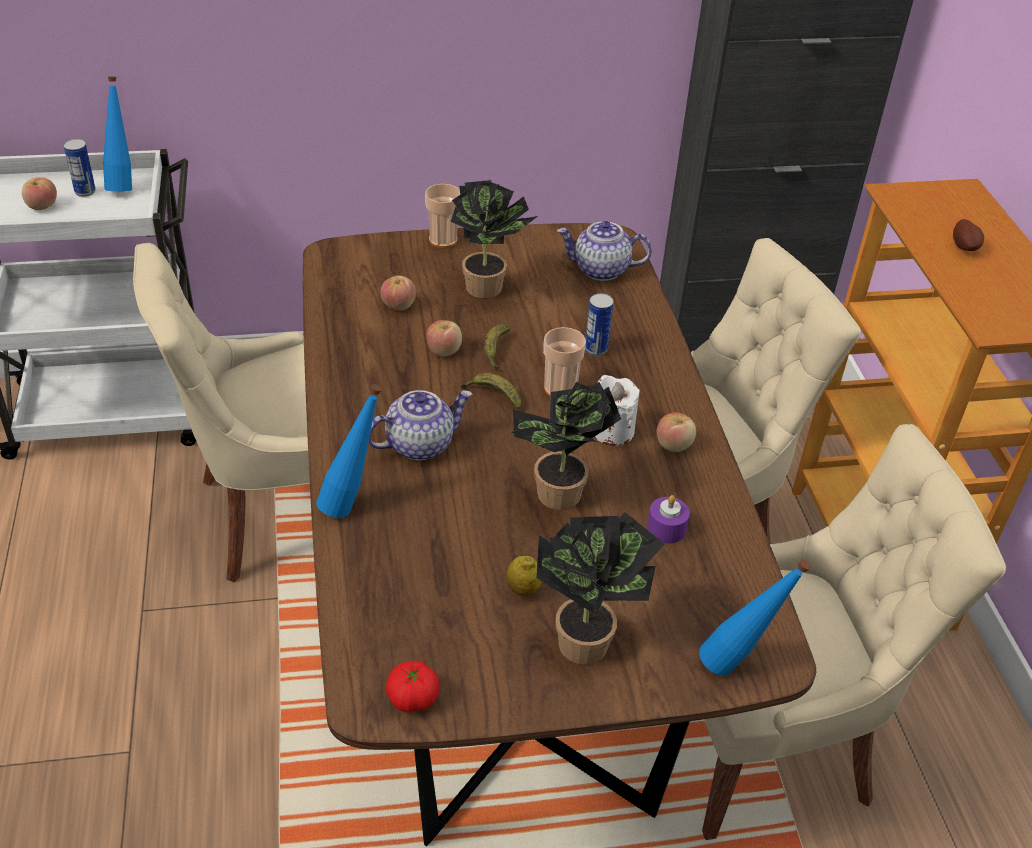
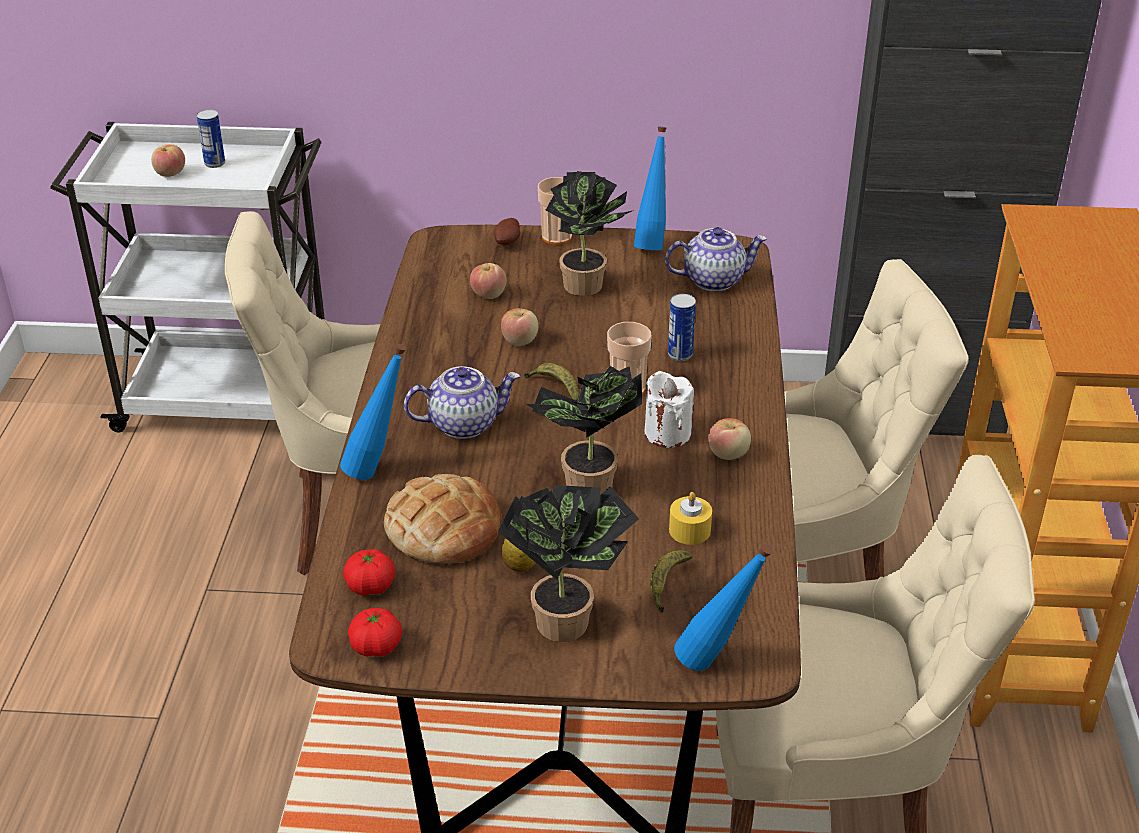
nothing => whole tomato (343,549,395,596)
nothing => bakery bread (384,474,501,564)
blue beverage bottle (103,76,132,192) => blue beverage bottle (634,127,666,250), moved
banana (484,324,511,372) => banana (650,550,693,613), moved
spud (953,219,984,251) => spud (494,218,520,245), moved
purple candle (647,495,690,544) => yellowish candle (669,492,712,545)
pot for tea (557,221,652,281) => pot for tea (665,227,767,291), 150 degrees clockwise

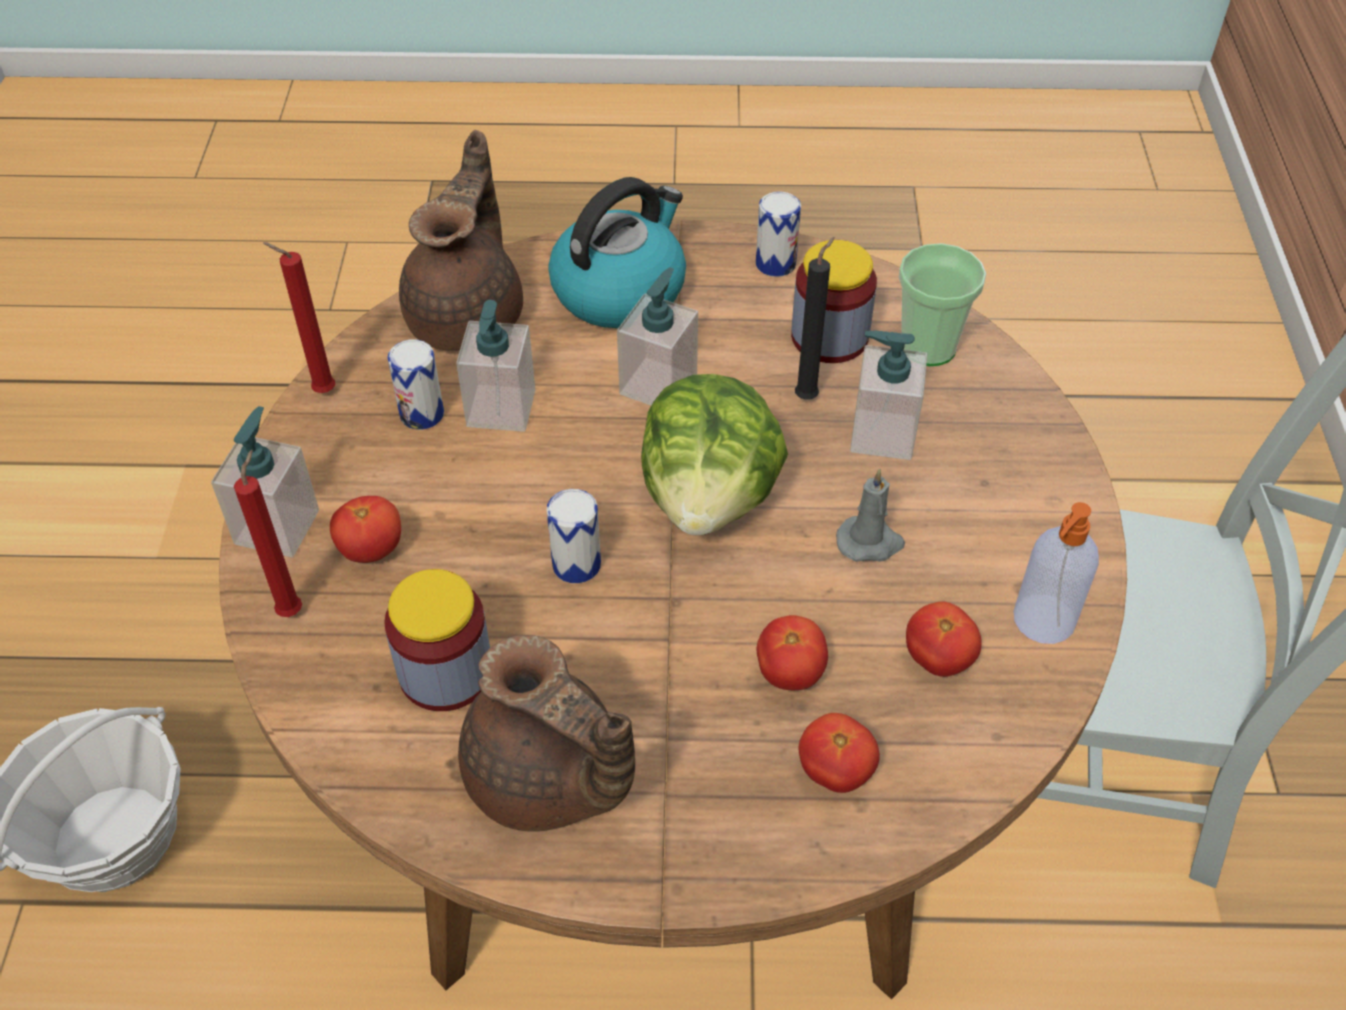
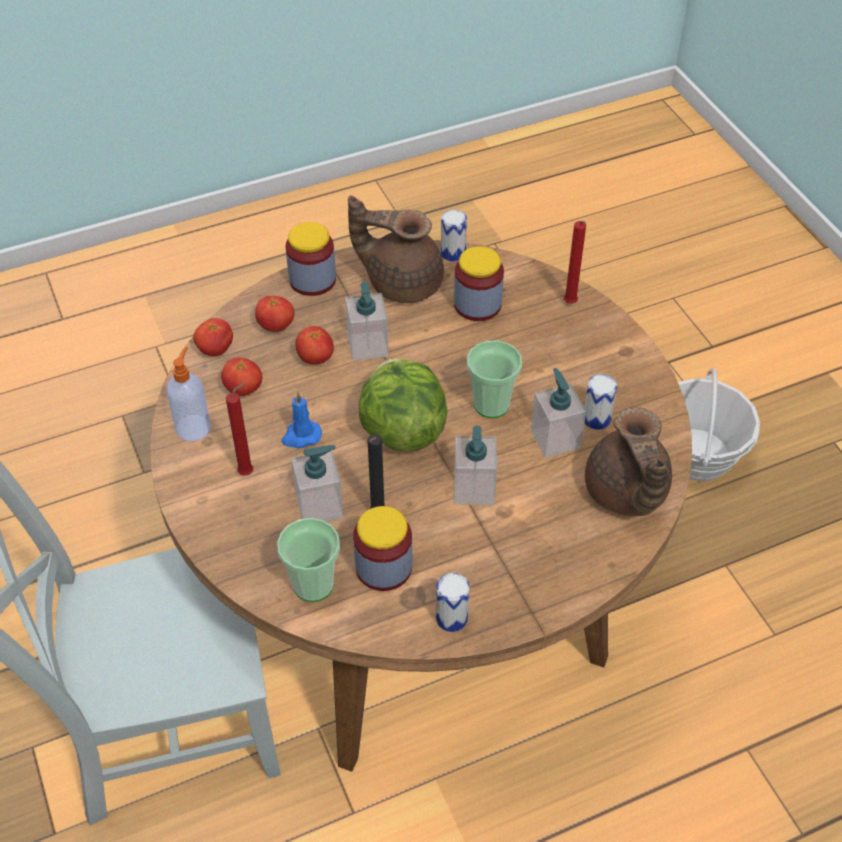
kettle (548,177,686,328) => nothing
nothing => preserve jar (285,222,336,296)
nothing => small cup (467,340,522,418)
soap bottle (211,406,319,557) => soap bottle (345,282,388,361), moved
reddish candle (263,242,335,393) => reddish candle (226,383,253,475), moved
whole tomato (330,496,401,563) => whole tomato (193,318,233,356), moved
metal can (546,489,601,583) => metal can (441,210,467,262), moved
grey candle (836,468,905,562) => blue candle (282,392,322,448)

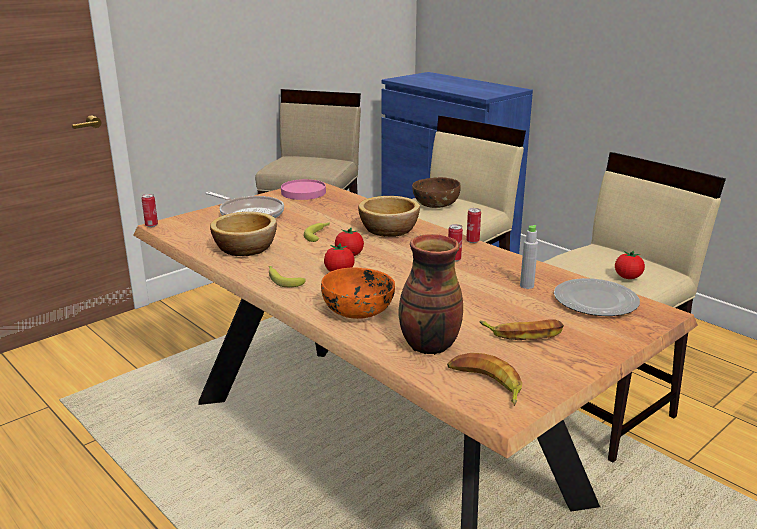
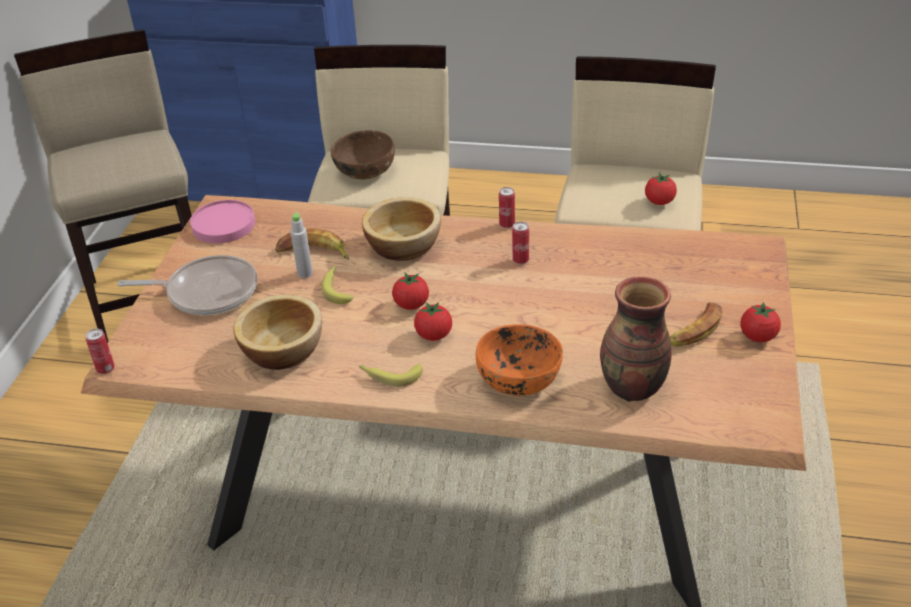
plate (554,278,640,316) => nothing
nothing => whole tomato (740,302,781,342)
banana (447,353,523,406) => banana (275,228,349,260), moved
grey beverage bottle (520,225,538,289) => grey beverage bottle (290,212,313,278), moved

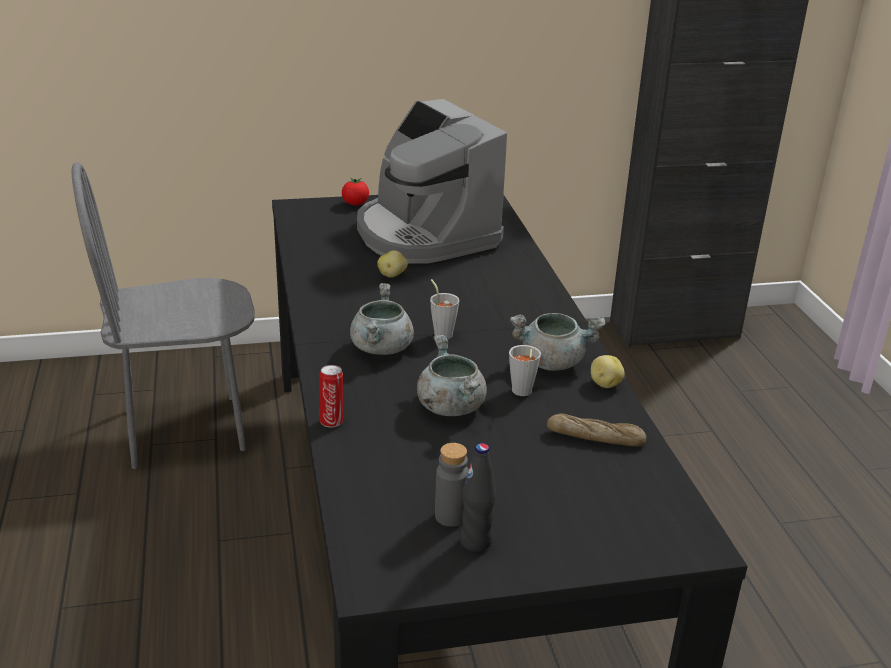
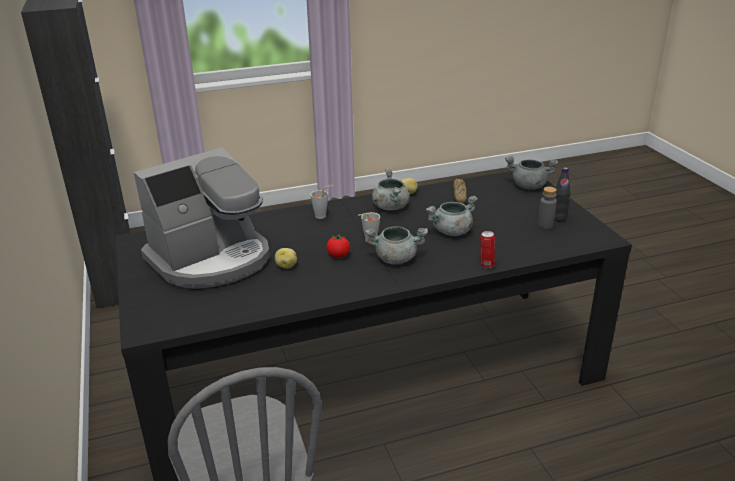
nothing => grey stockpot (505,156,558,190)
whole tomato (342,178,369,205) => whole tomato (326,234,350,258), moved
grey small cup (509,345,541,396) => grey small cup (310,186,334,219), moved

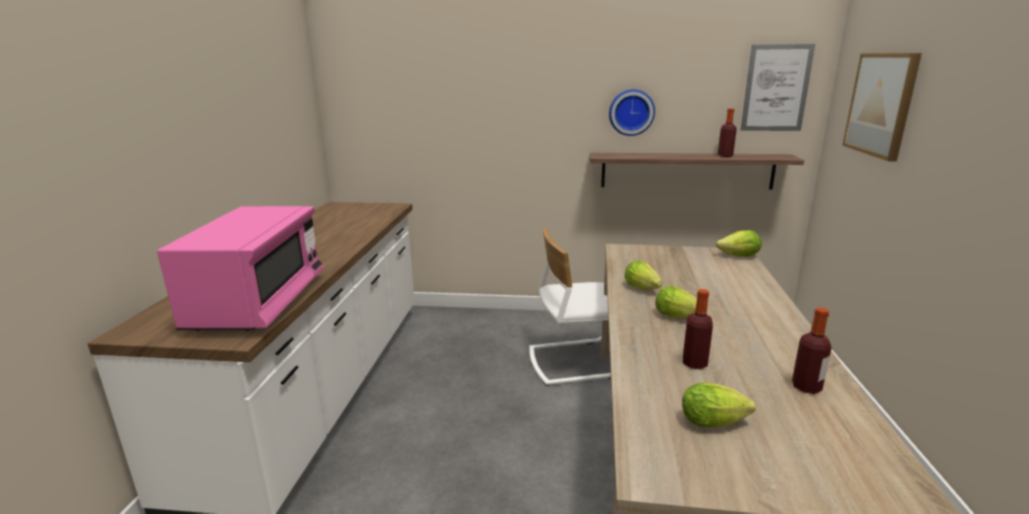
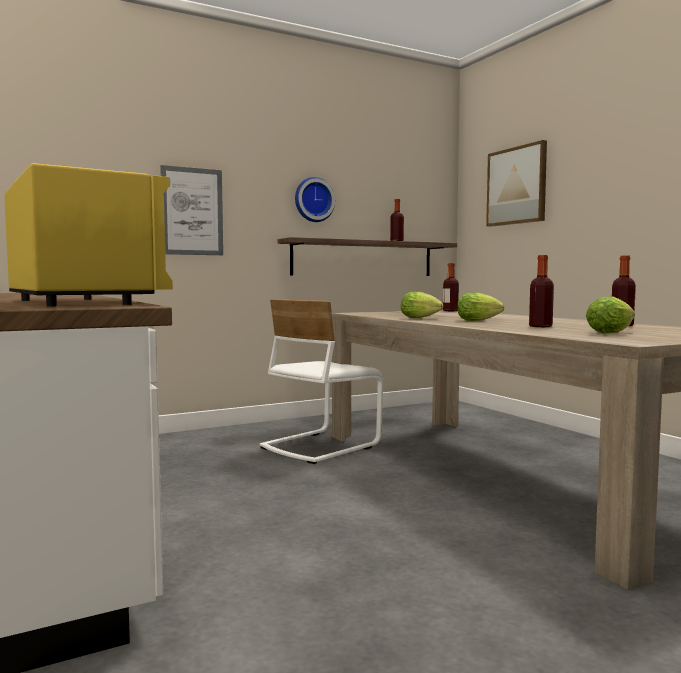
wall picture (741,44,815,131) => wall picture (160,165,223,255), moved
lettuce head (716,230,762,257) => beverage bottle (443,263,459,311)
pinkish microwave oven (157,206,323,331) => yellowish microwave oven (4,163,173,307)

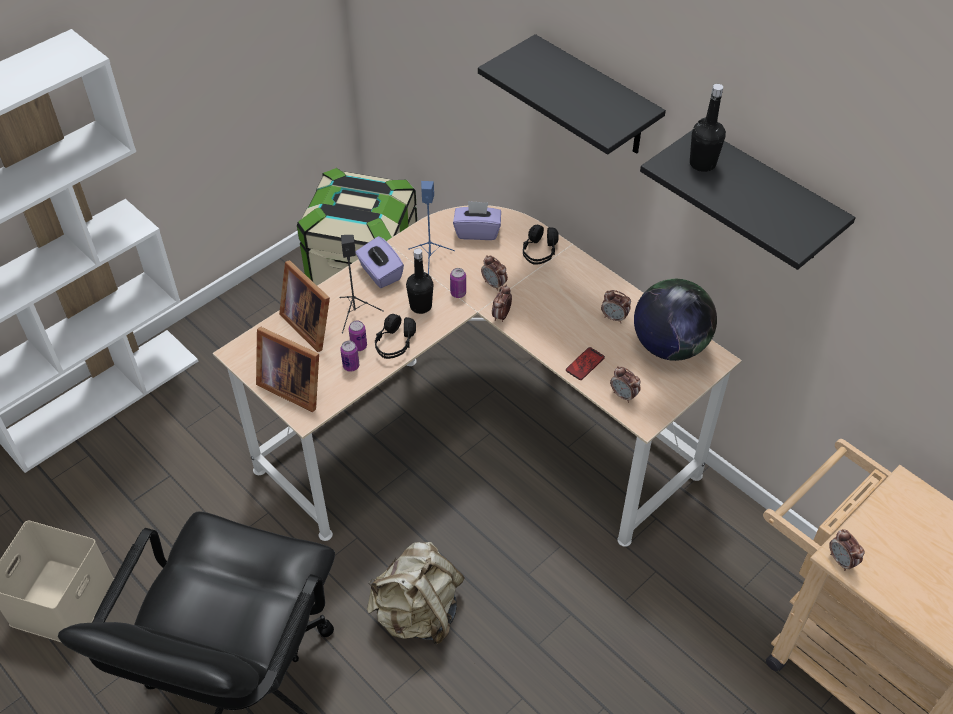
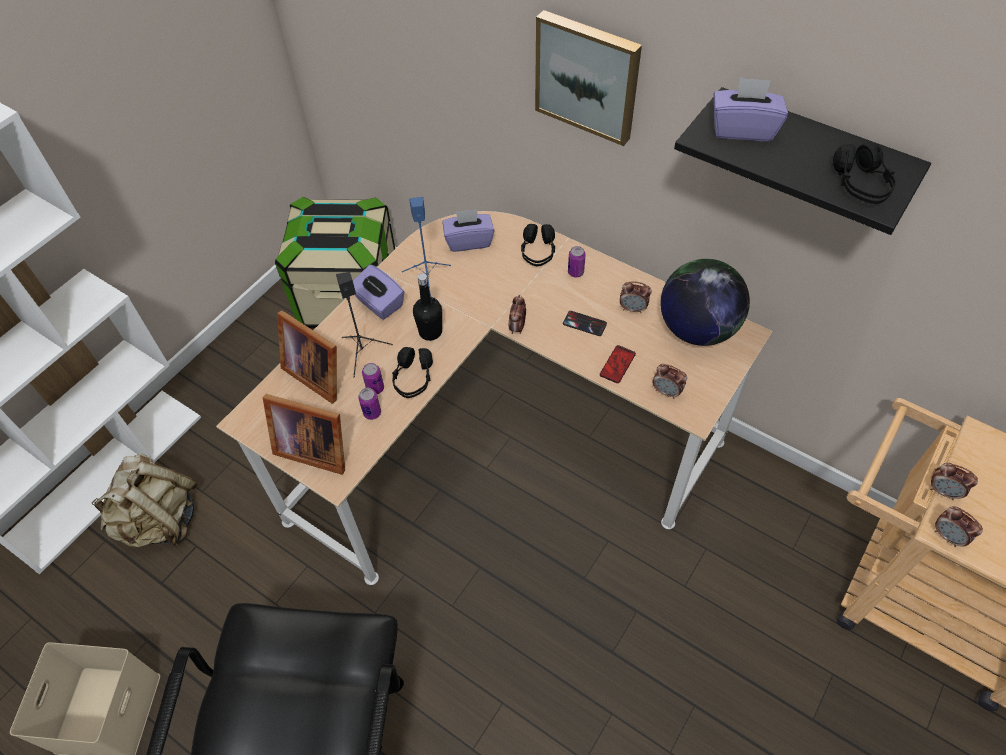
nothing => telephone (563,311,607,336)
nothing => black pair of headphones (833,143,896,204)
sand-coloured rucksack (367,542,465,645) => sand-coloured rucksack (92,454,198,547), moved
metal can (450,268,466,298) => metal can (568,246,586,277), moved
alarm clock (481,255,508,291) => alarm clock (930,463,978,500), moved
black shelf (478,34,666,155) => wall picture (535,10,642,146)
black beverage bottle (690,84,726,172) => purple tissue box (713,77,788,141)

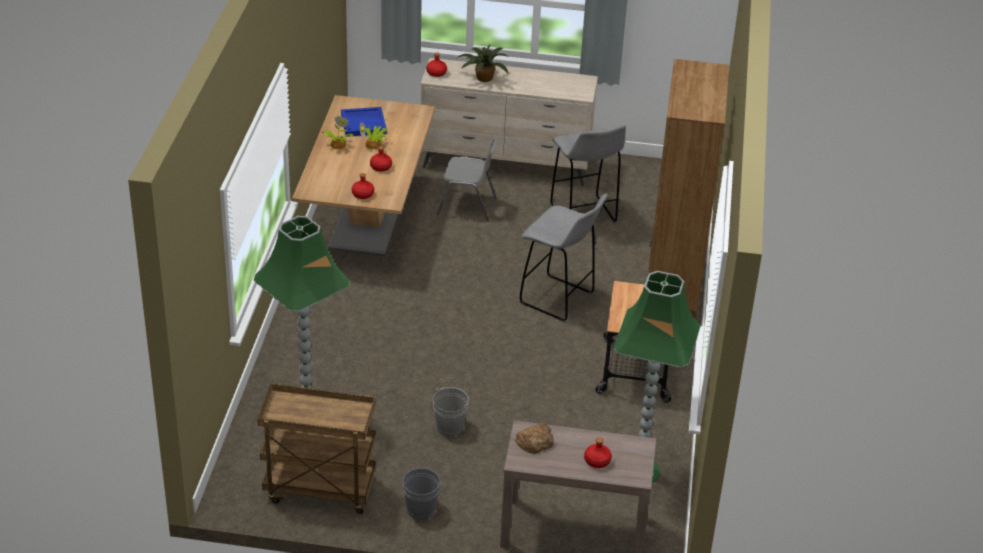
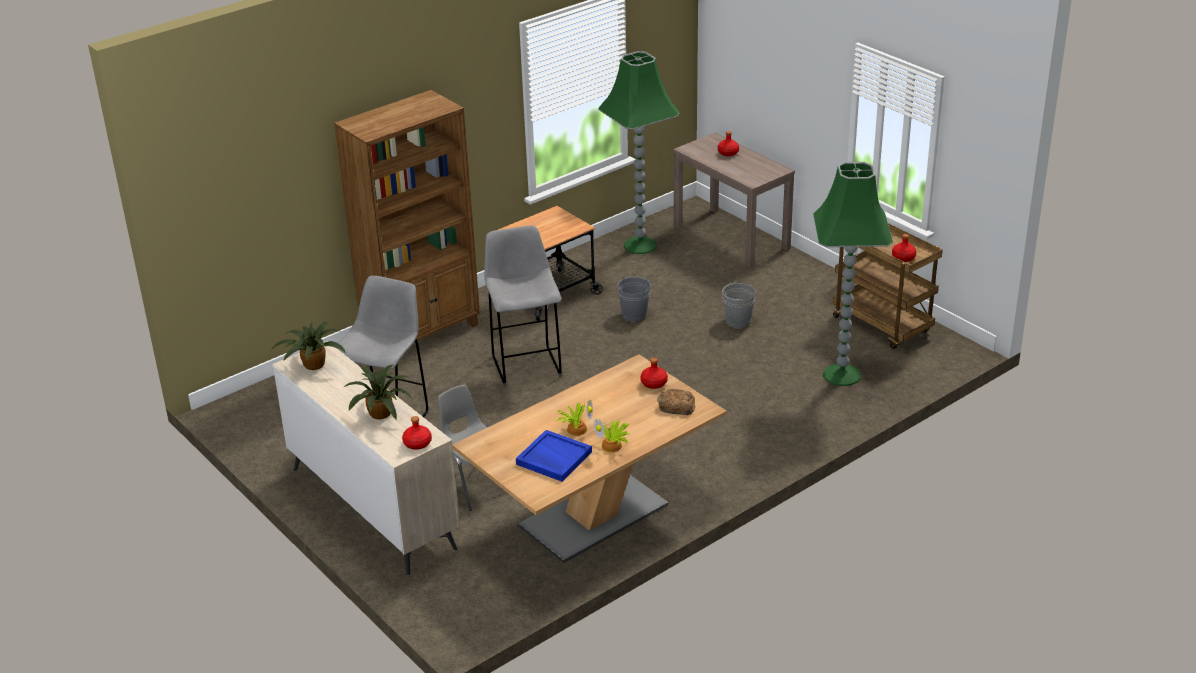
nothing => plant in a pot (271,320,346,370)
reddish beverage bottle (370,146,392,172) => reddish beverage bottle (892,234,917,262), moved
grey water bucket (400,468,442,519) => grey water bucket (617,276,651,321), moved
bakery bread (515,423,554,454) => bakery bread (657,389,696,415), moved

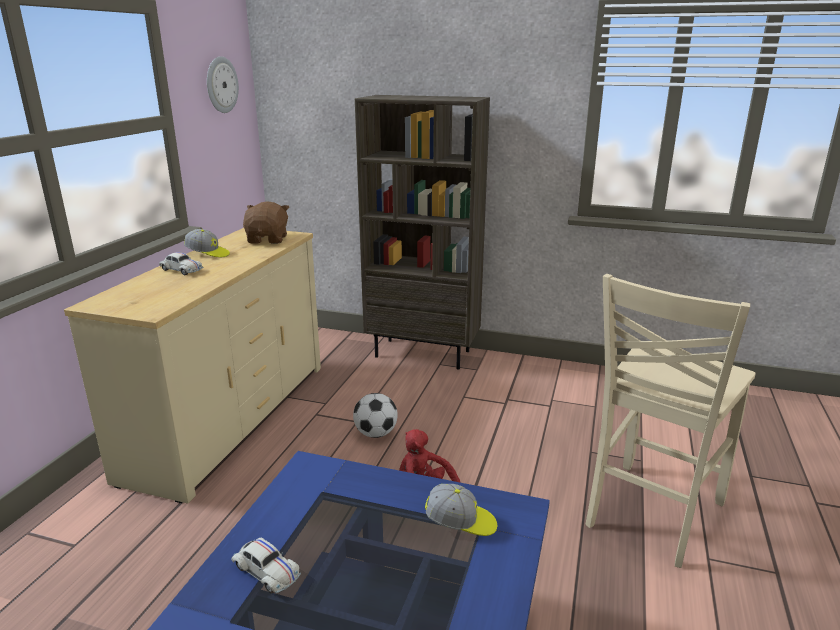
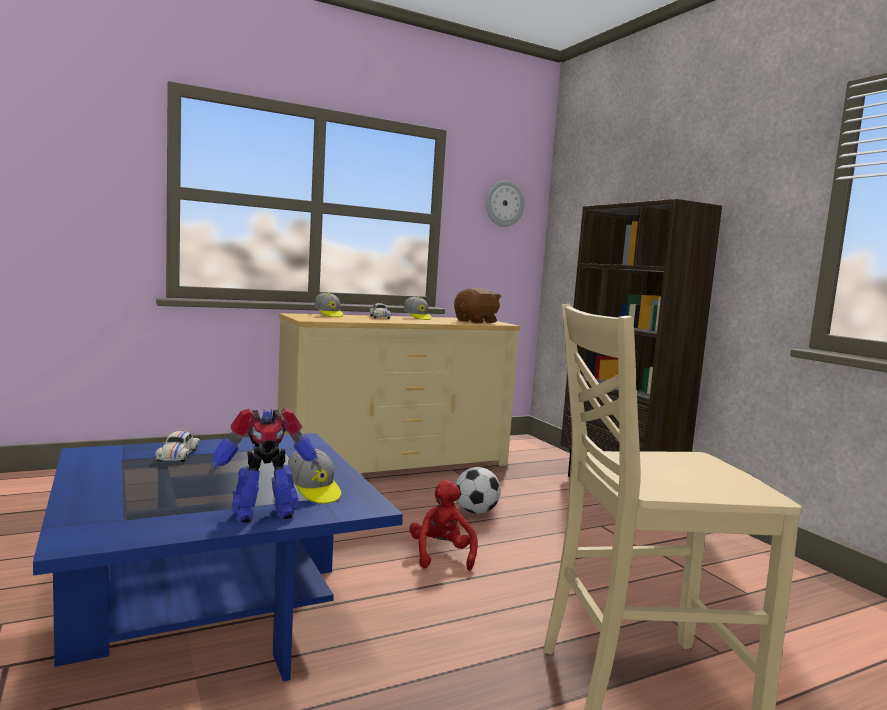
nothing => toy robot (208,408,321,522)
nothing => cap (314,293,343,317)

